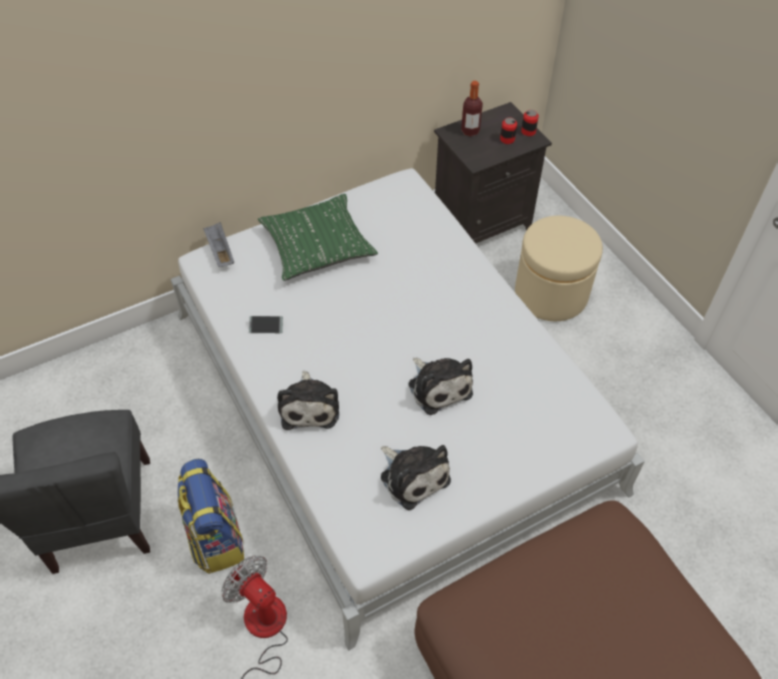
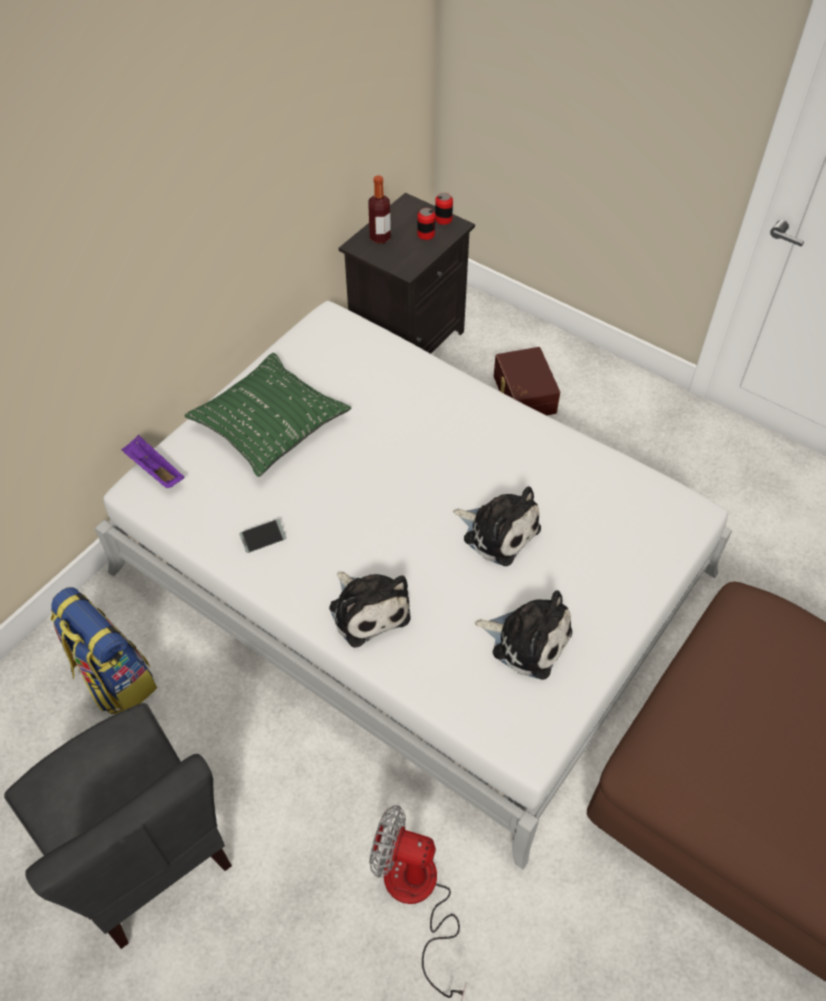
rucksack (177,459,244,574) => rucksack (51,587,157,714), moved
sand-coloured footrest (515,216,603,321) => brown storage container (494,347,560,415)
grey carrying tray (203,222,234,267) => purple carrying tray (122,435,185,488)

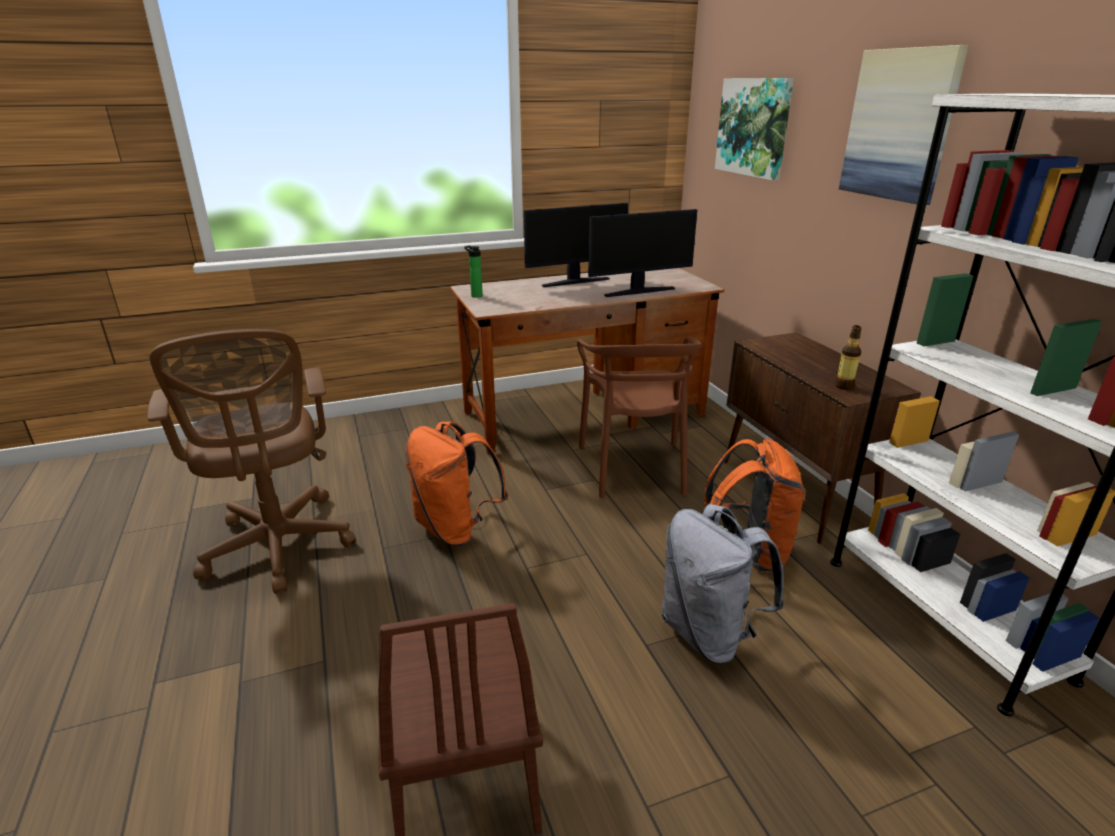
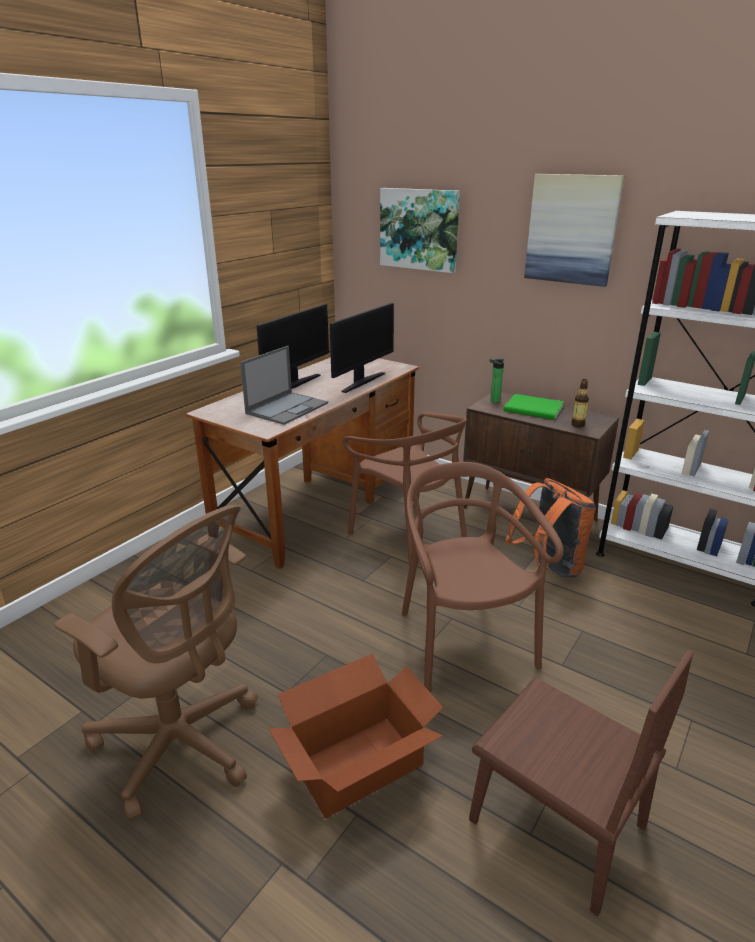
orangey rucksack (405,421,509,546) => nothing
grey rucksack (662,504,784,664) => nothing
nothing => notebook computer (240,346,328,425)
nothing => carton (268,653,444,818)
nothing => brown chair (402,462,564,692)
nothing => green-coloured bound book (504,394,564,420)
beverage bottle (464,246,483,297) => beverage bottle (489,359,505,403), moved

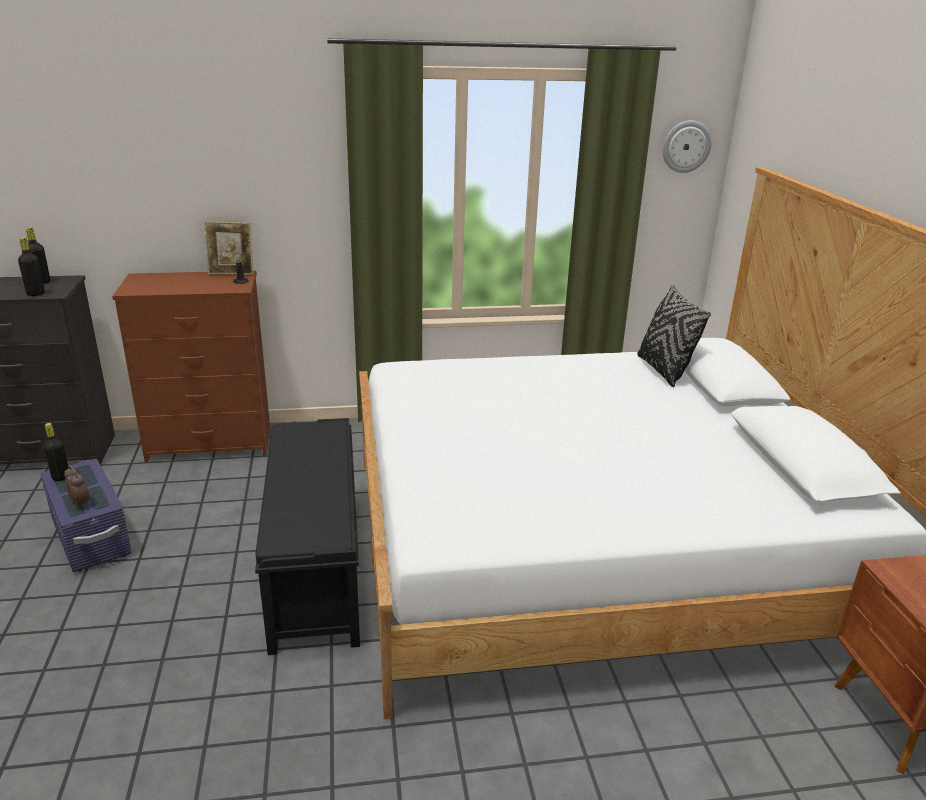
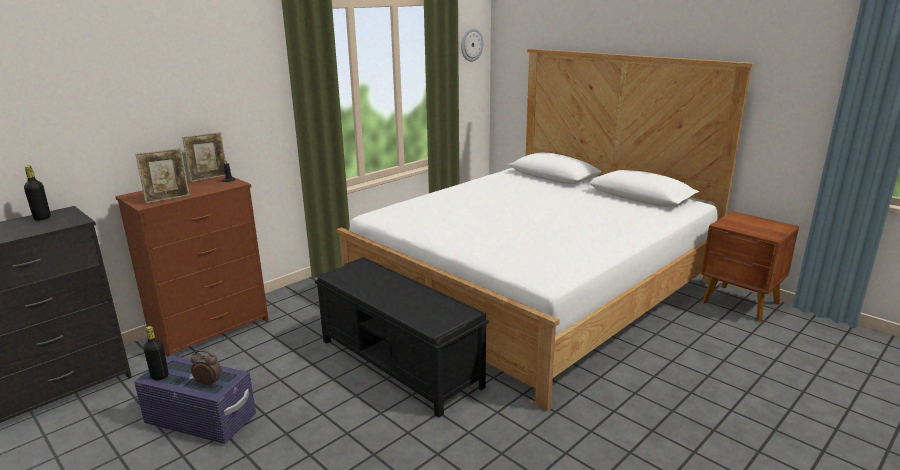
black beverage bottle (18,237,45,296) => nothing
black pillow (637,285,711,387) => nothing
nothing => photo frame (135,148,190,204)

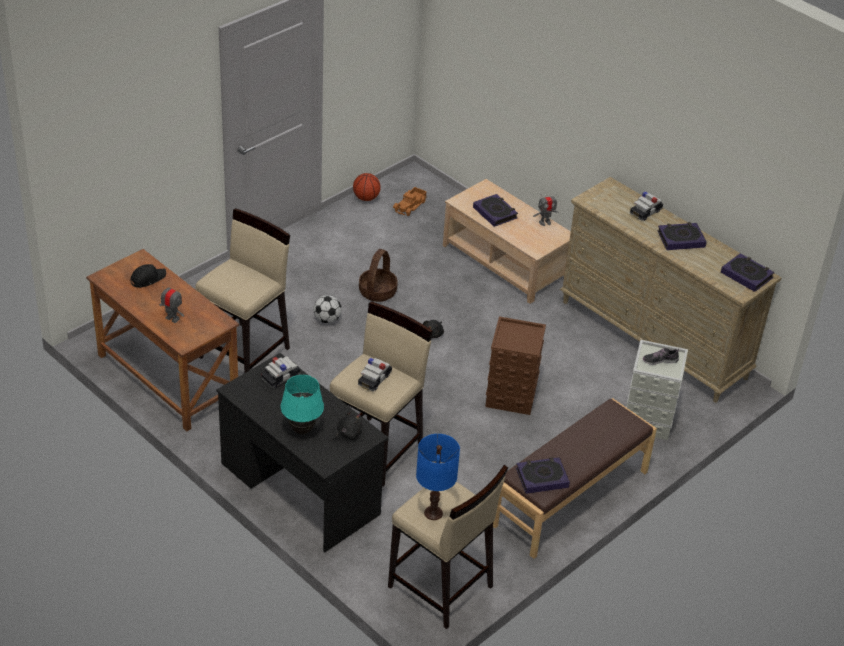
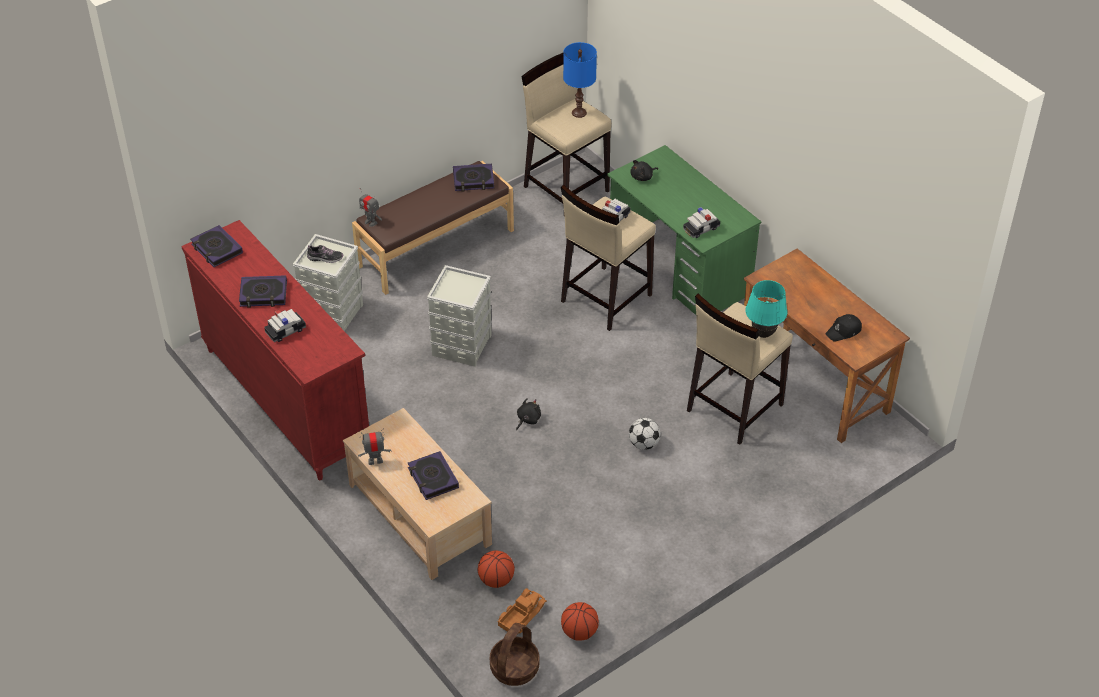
nothing => ball for basketball (478,550,515,588)
toy robot (159,286,184,323) => toy robot (359,188,382,227), moved
blue-green tabletop lamp (281,375,324,434) => blue-green tabletop lamp (745,280,787,338), moved
storage basket (359,249,398,302) => storage basket (490,623,539,686), moved
black desk (216,353,389,552) => green-coloured desk (607,145,761,315)
brown storage container (485,316,546,415) => grey storage container (427,265,492,367)
sand-coloured dresser (560,177,782,403) => reddish dresser (181,220,369,480)

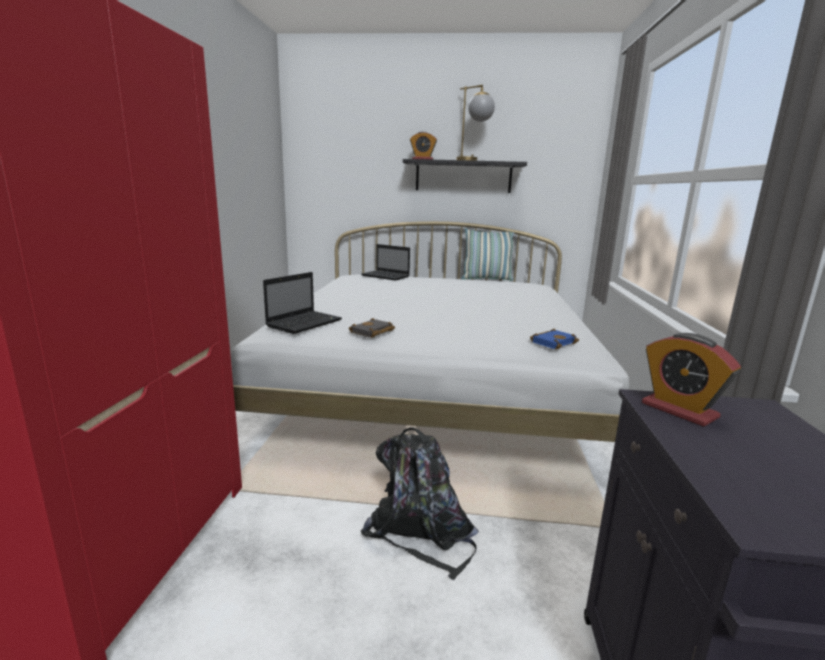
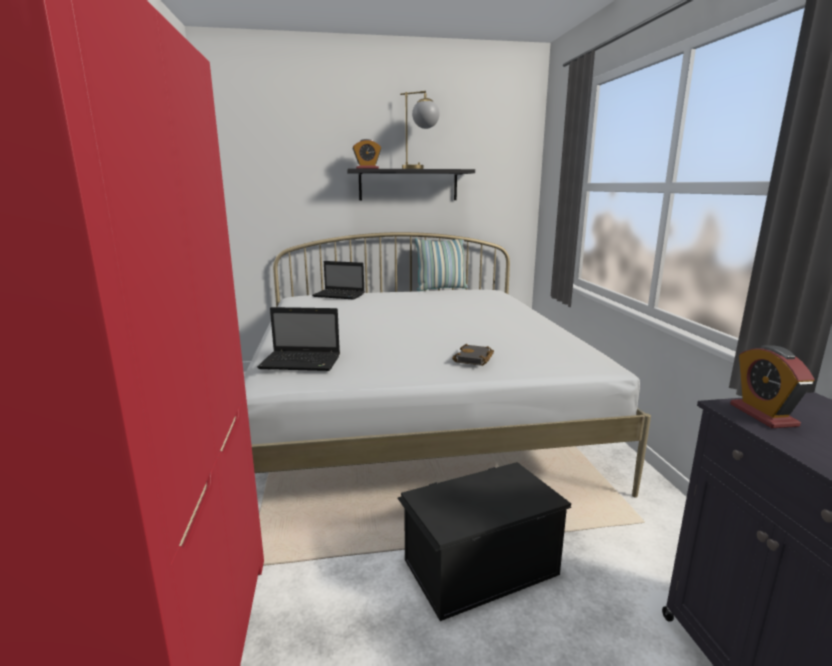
blue bound book (530,329,579,349) => nothing
black bound book (349,318,395,338) => black bound book (452,344,494,366), moved
black rucksack (361,428,479,580) => black storage container (397,462,571,621)
notebook computer (263,272,342,334) => notebook computer (257,307,340,371), 75 degrees clockwise
alarm clock (642,333,741,427) => alarm clock (730,345,814,428), 45 degrees clockwise

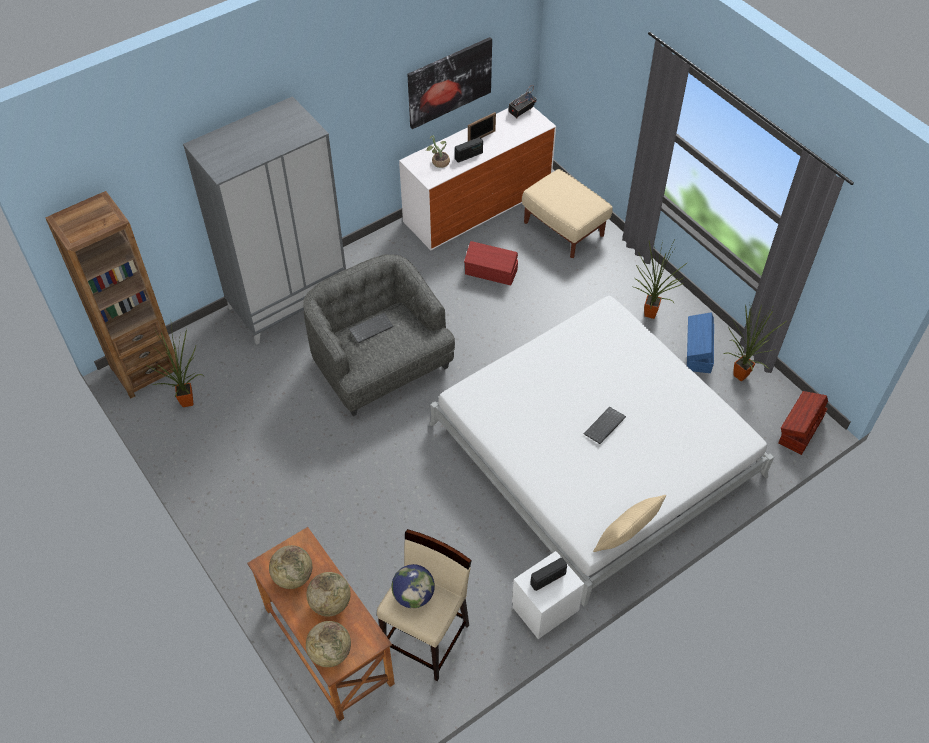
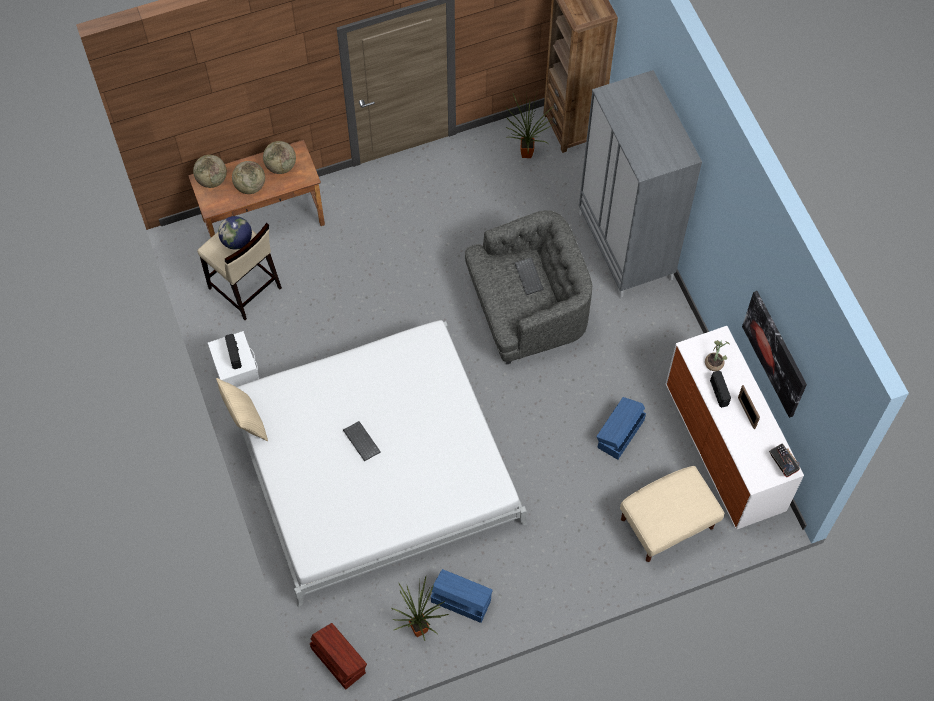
plant in a pot (634,240,688,319) => nothing
reddish storage container (464,241,518,285) => blue storage container (596,397,646,460)

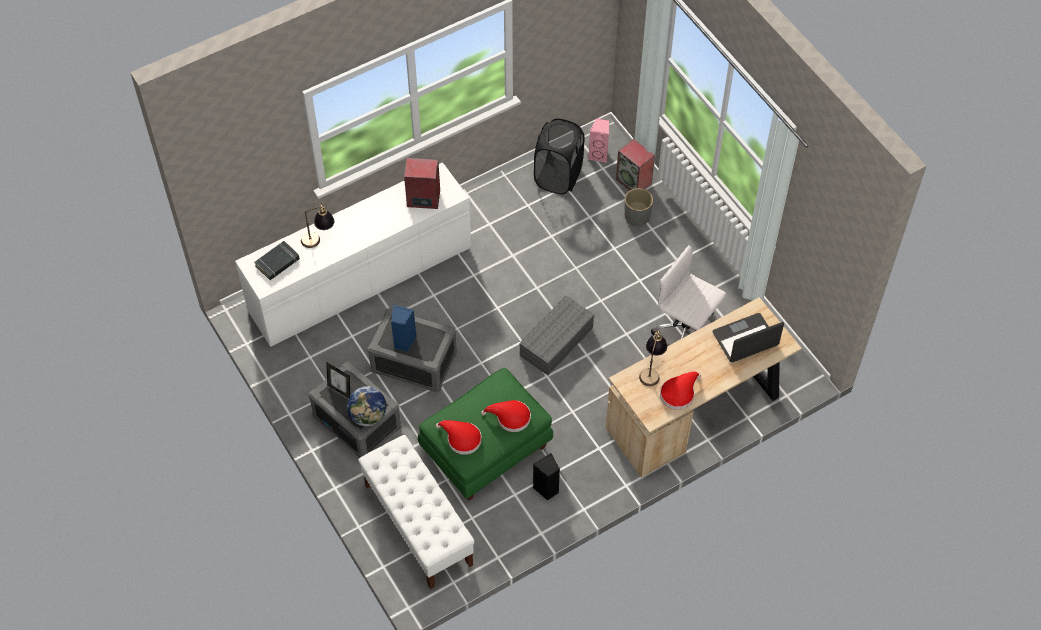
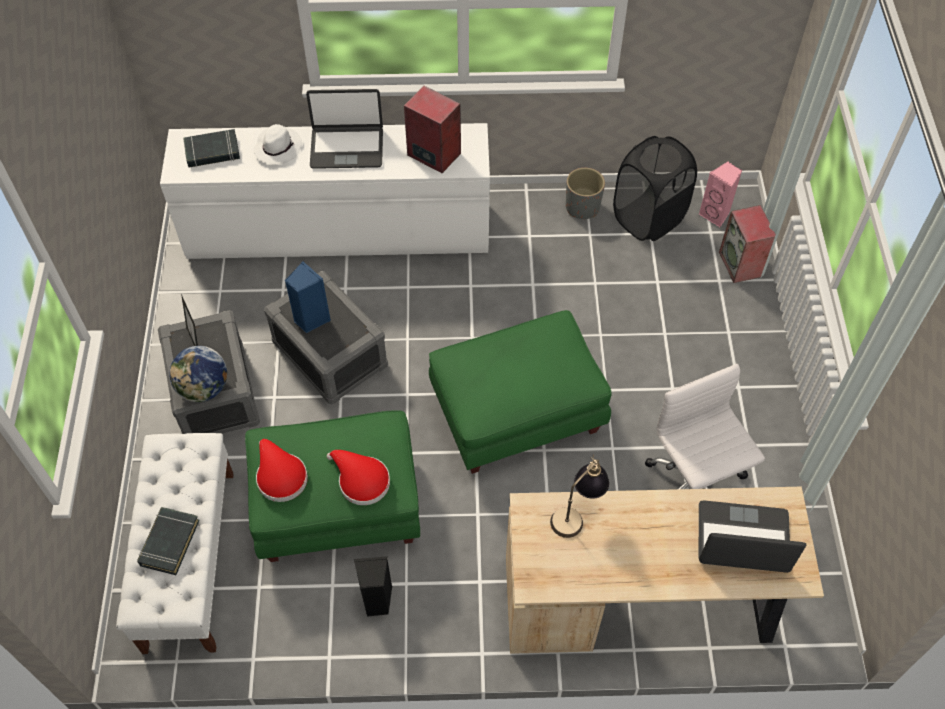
reddish wearable hat (660,371,701,410) => nothing
nothing => black bound book (137,507,200,575)
nothing => notebook computer (306,89,383,169)
grey plant pot (625,188,653,227) => grey plant pot (566,168,605,219), moved
tabletop lamp (301,203,334,248) => whitish wearable hat (253,124,302,165)
grey storage container (519,296,595,375) => green-coloured footrest (429,310,611,474)

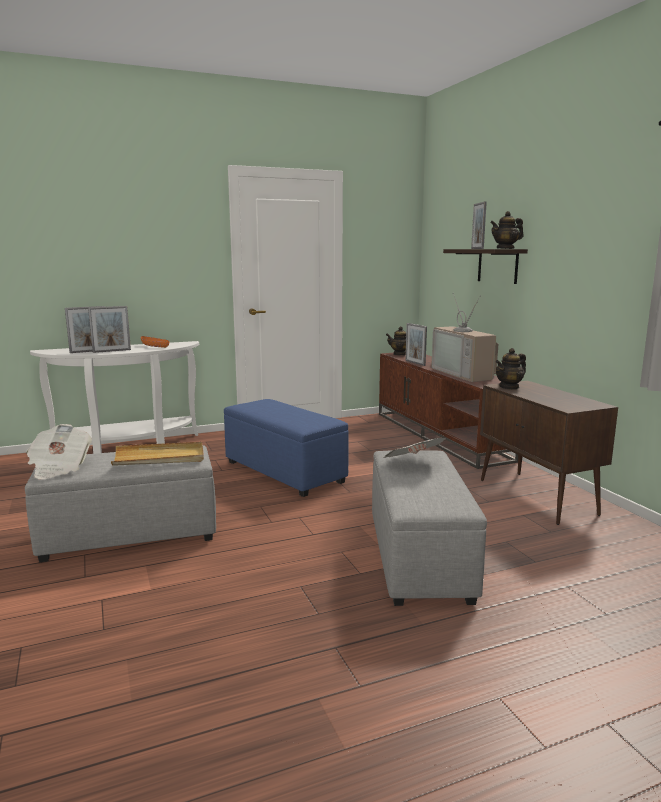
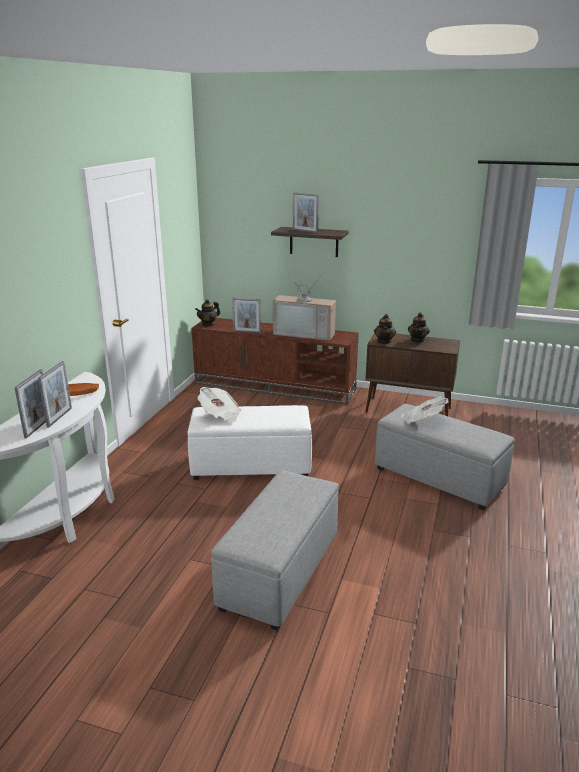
sand-coloured carrying tray (111,442,204,466) => nothing
printed paper (26,424,92,480) => printed paper (197,387,241,423), moved
pot for tea (490,211,524,249) => pot for tea (408,313,430,343), moved
blue footrest (224,399,349,497) => whitish footrest (188,405,312,480)

